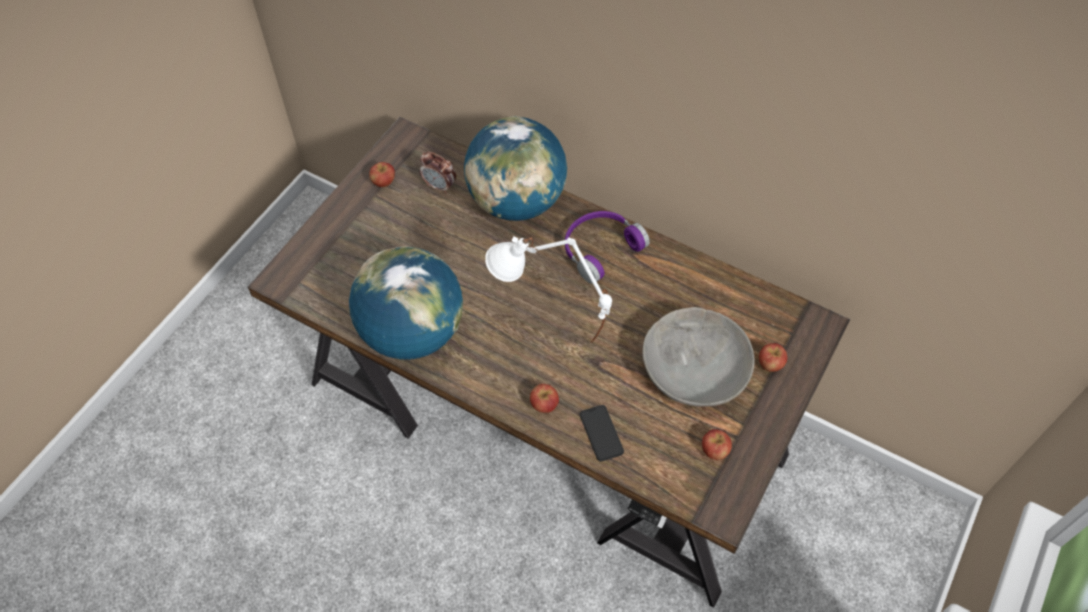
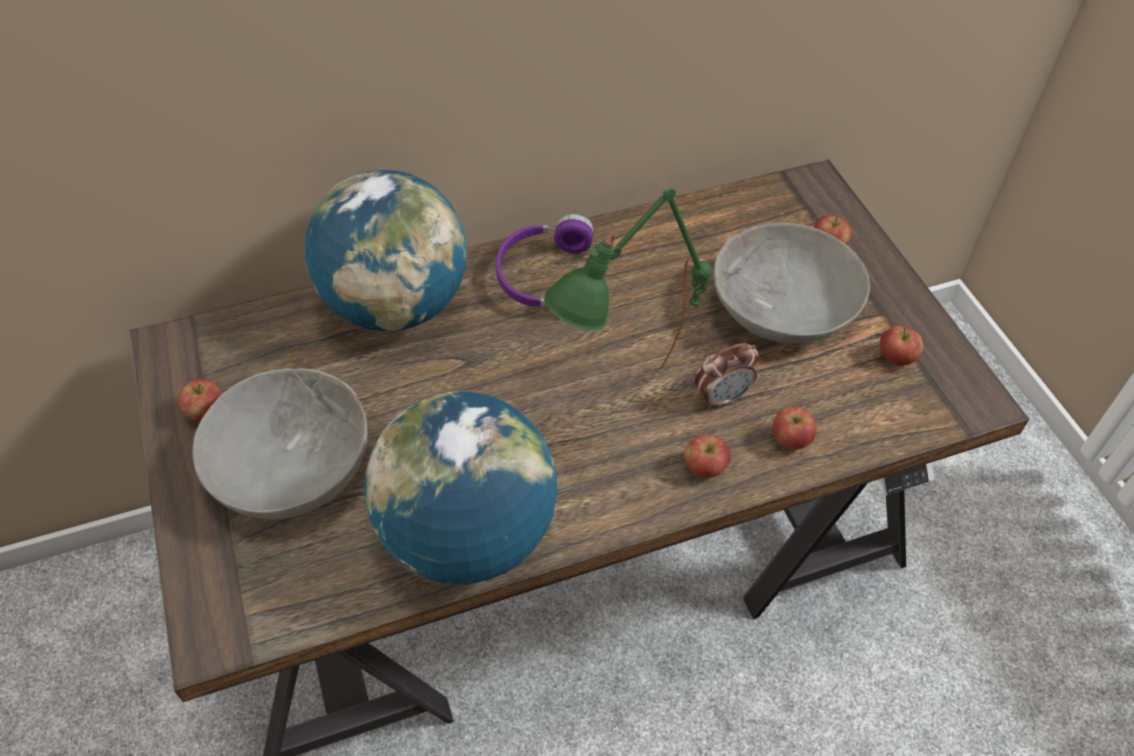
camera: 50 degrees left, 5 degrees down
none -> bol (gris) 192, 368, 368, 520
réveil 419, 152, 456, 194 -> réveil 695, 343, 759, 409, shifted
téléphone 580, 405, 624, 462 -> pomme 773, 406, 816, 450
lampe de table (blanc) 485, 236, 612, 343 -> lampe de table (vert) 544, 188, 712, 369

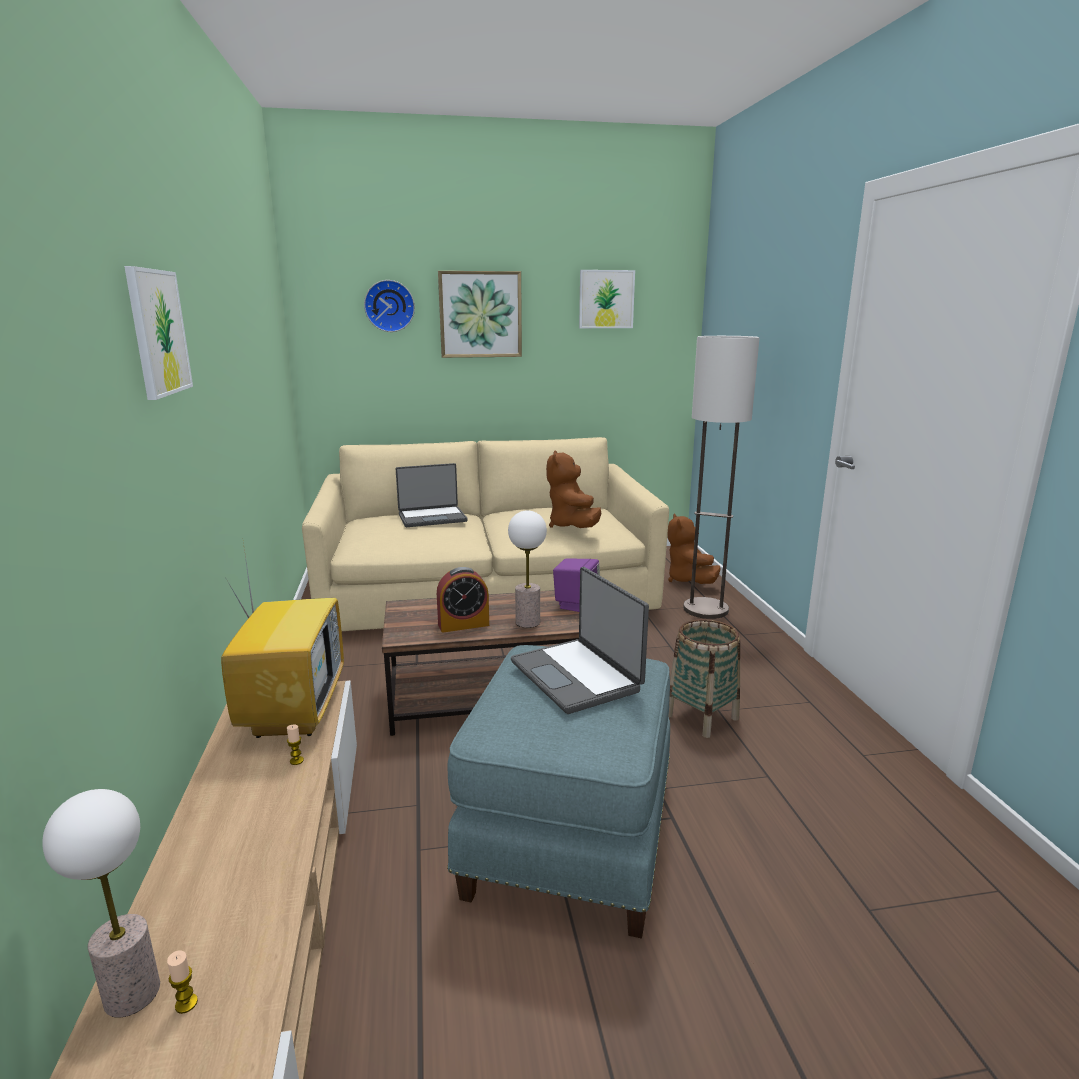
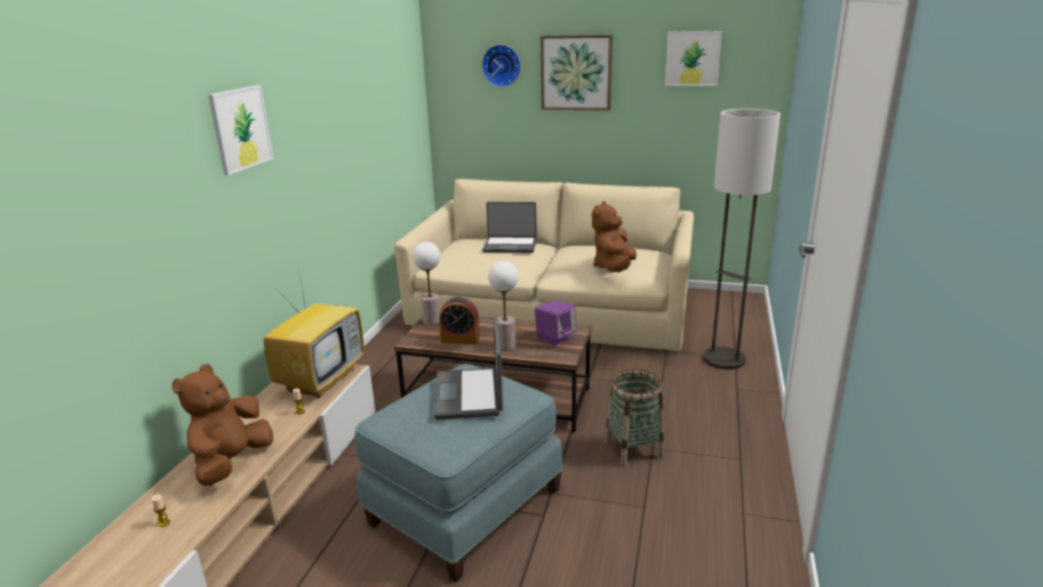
camera: 25 degrees right, 5 degrees up
lampe de table 42, 789, 160, 1018 -> lampe de table 412, 242, 440, 325, shifted
peluche (marron) 667, 513, 721, 584 -> peluche (marron) 172, 364, 273, 486, shifted

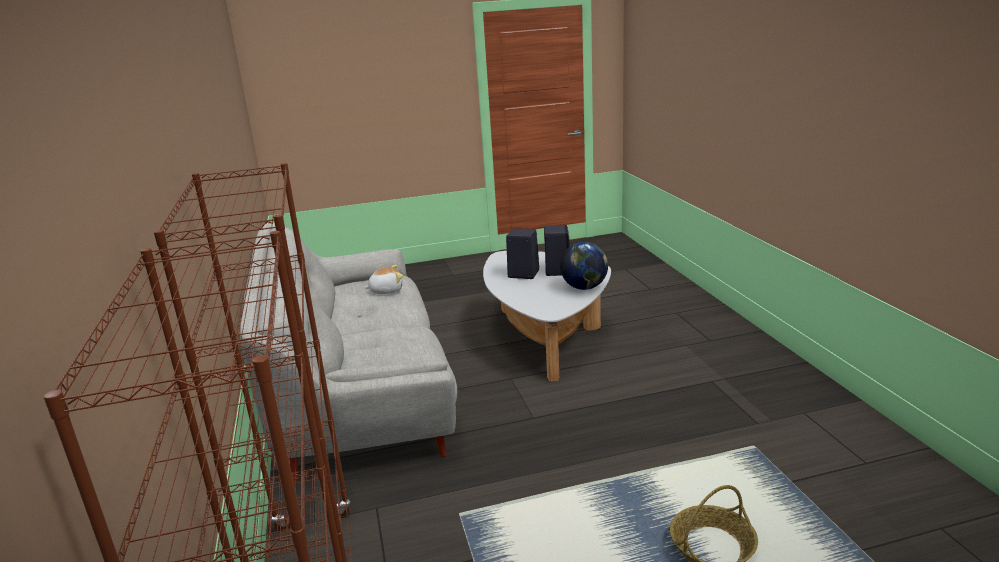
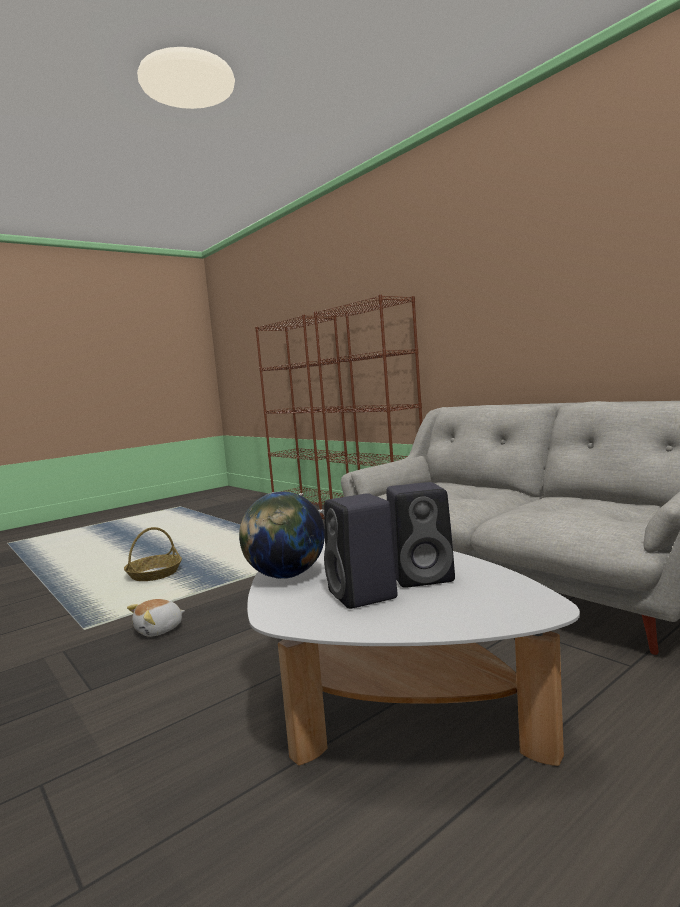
camera: 155 degrees right, 15 degrees down
peluche 364, 265, 403, 294 -> peluche 127, 599, 185, 637, shifted

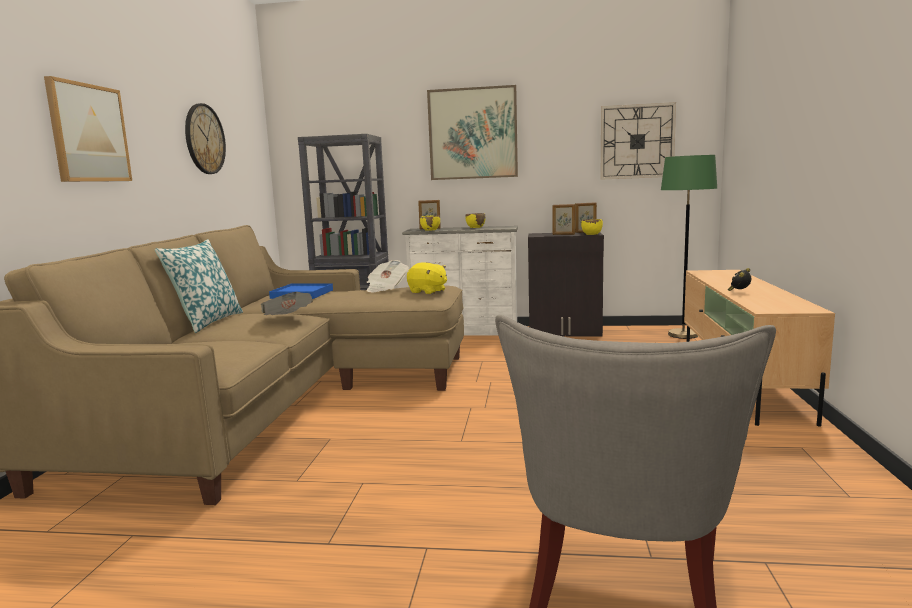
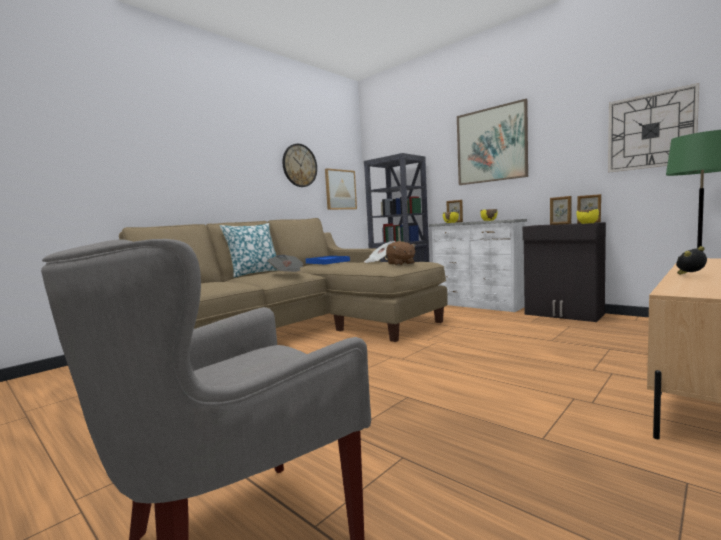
camera: 35 degrees right, 5 degrees down
tableau 44, 76, 132, 182 -> tableau 325, 168, 357, 210, shifted
peluche (jaune) 407, 263, 447, 294 -> peluche (marron) 386, 241, 416, 265

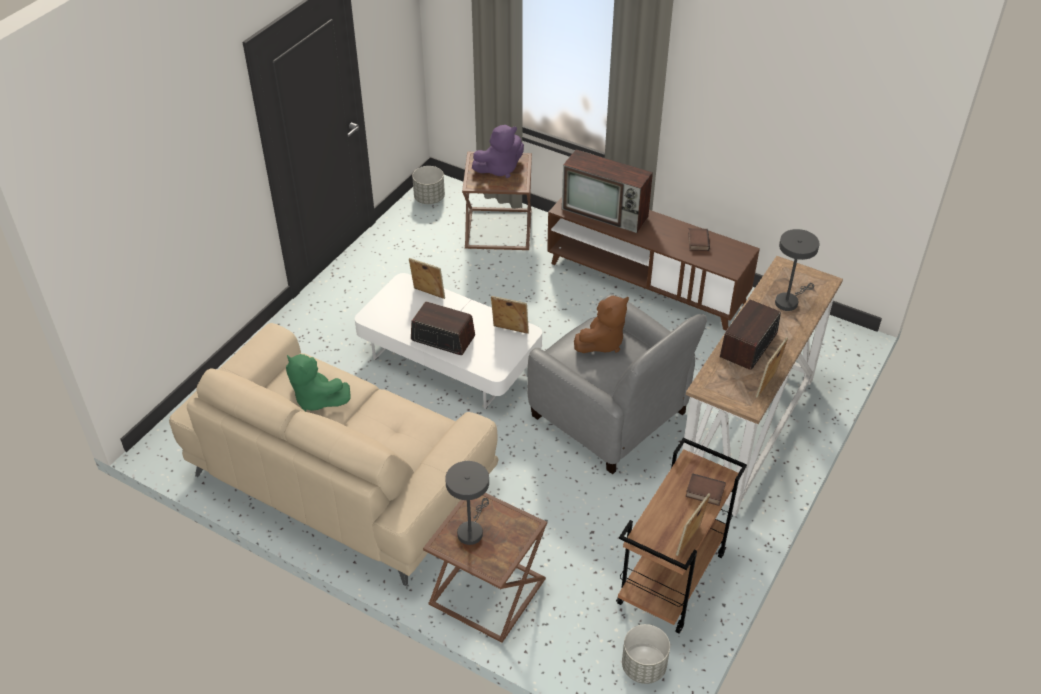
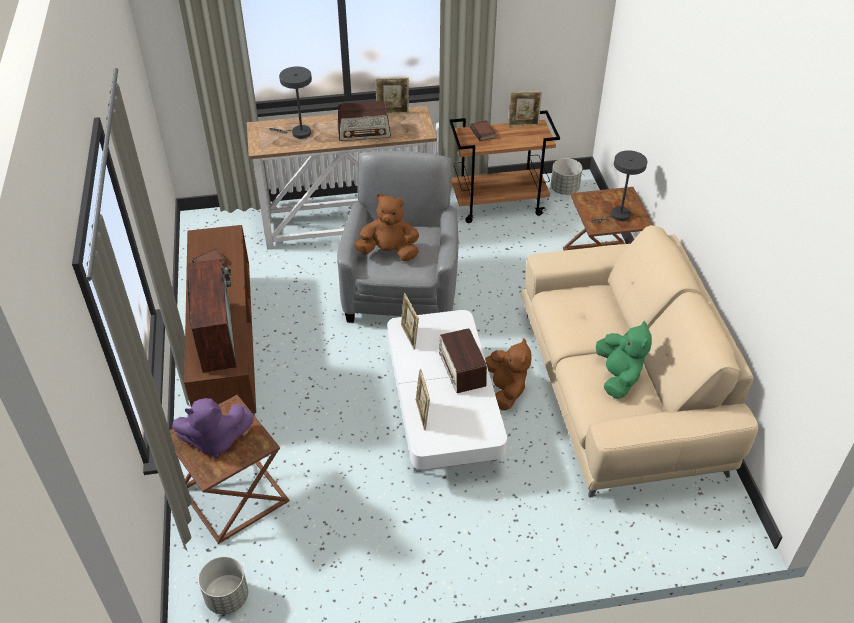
camera: 130 degrees left, 0 degrees up
none -> peluche (marron) 485, 338, 532, 411
peluche (violet) 472, 125, 524, 178 -> peluche (violet) 172, 398, 254, 459, 150 degrees clockwise

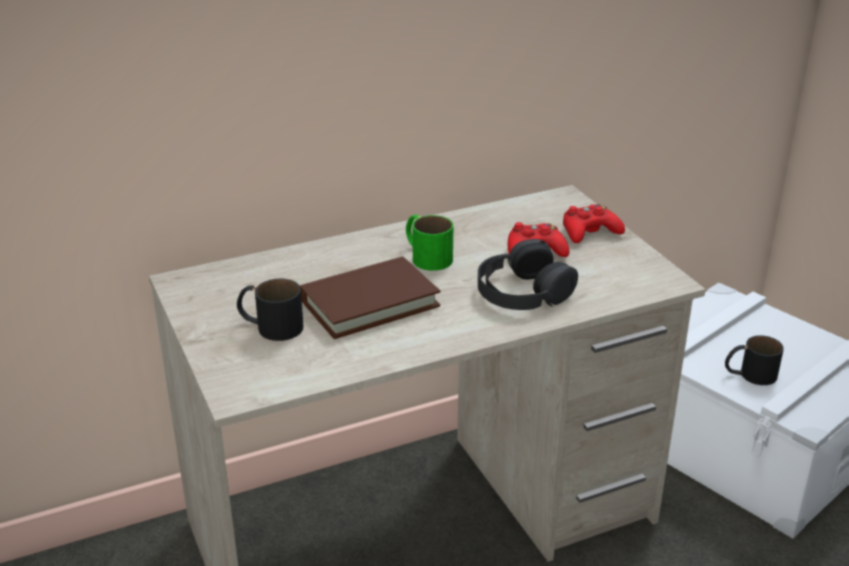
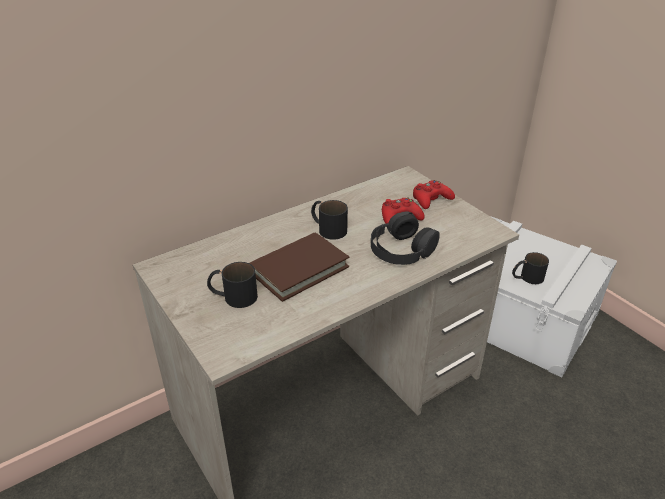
camera: 10 degrees left, 5 degrees up
mug (vert) 406, 215, 453, 271 -> mug (noir) 311, 200, 348, 240

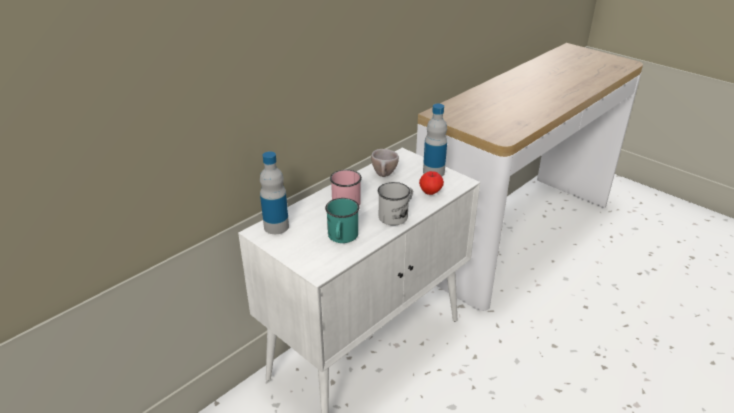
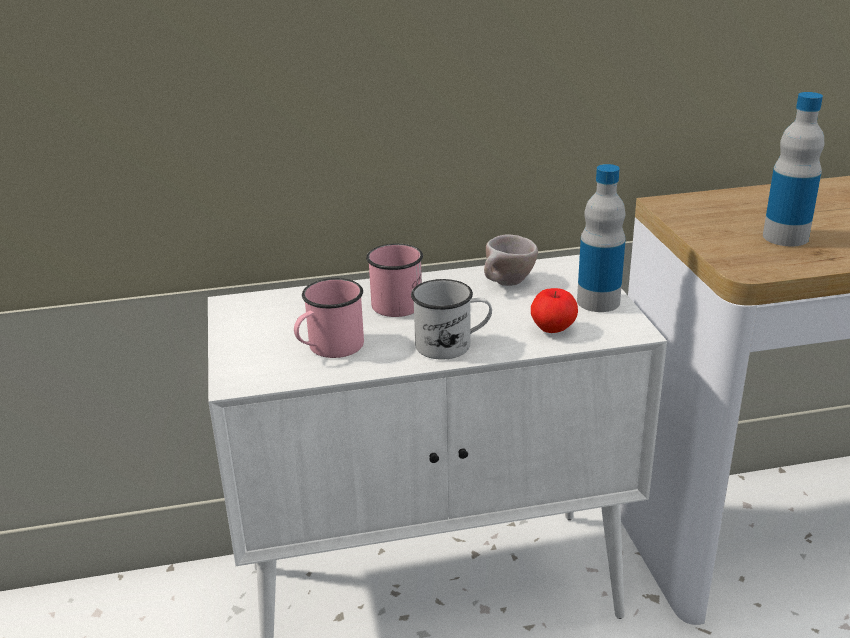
camera: 35 degrees right, 5 degrees down
bouteille 260, 151, 289, 234 -> bouteille 763, 92, 824, 246, shifted
mug (turquoise) 325, 198, 359, 243 -> mug (rose) 294, 278, 364, 358

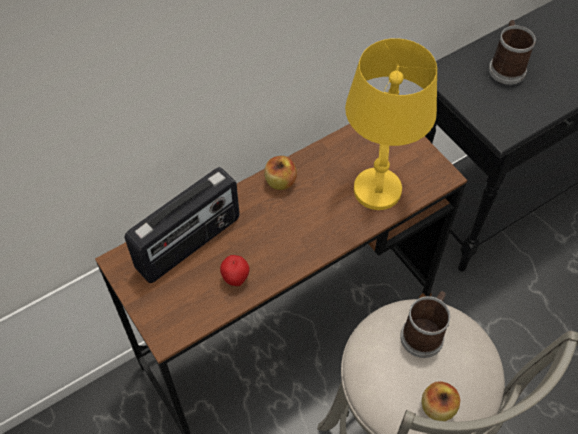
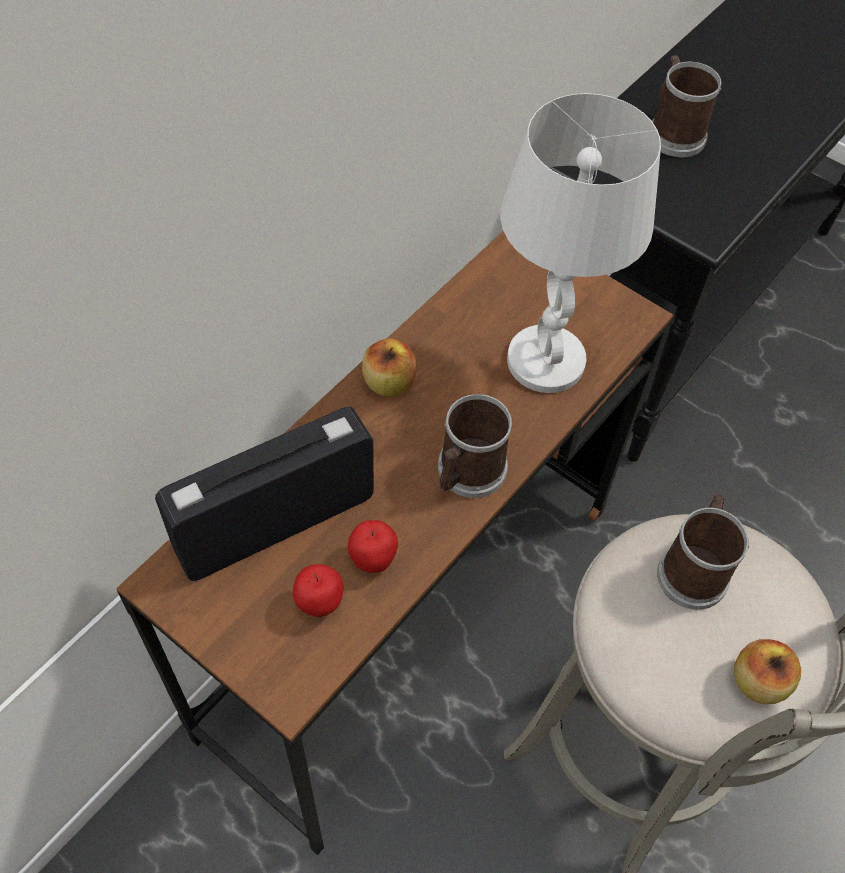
camera: 20 degrees left, 0 degrees up
none -> pomme 293, 564, 343, 617
none -> mug 438, 394, 512, 498
lampe de table (jaune) 345, 38, 437, 210 -> lampe de table (blanc) 500, 93, 661, 393
radio 125, 167, 240, 283 -> radio 155, 407, 374, 581, 150 degrees counterclockwise

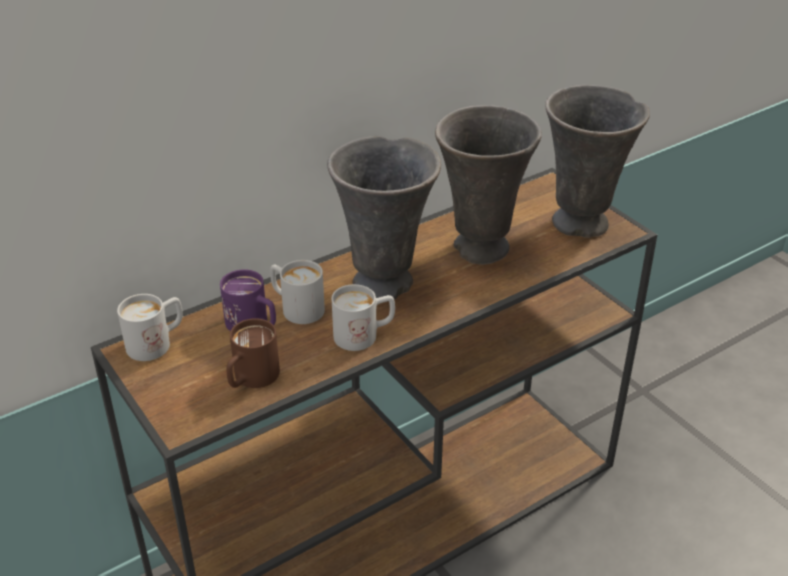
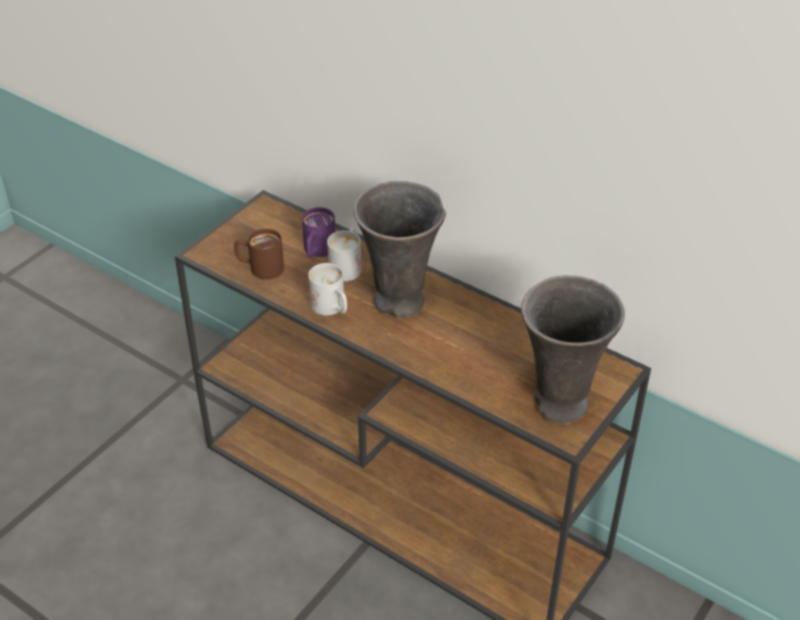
camera: 70 degrees right, 5 degrees up
mug (blanc) 117, 294, 183, 361 -> none
vase (gris) 435, 105, 542, 265 -> none

